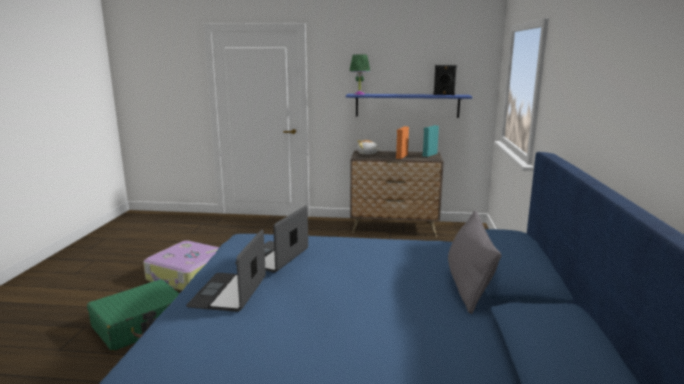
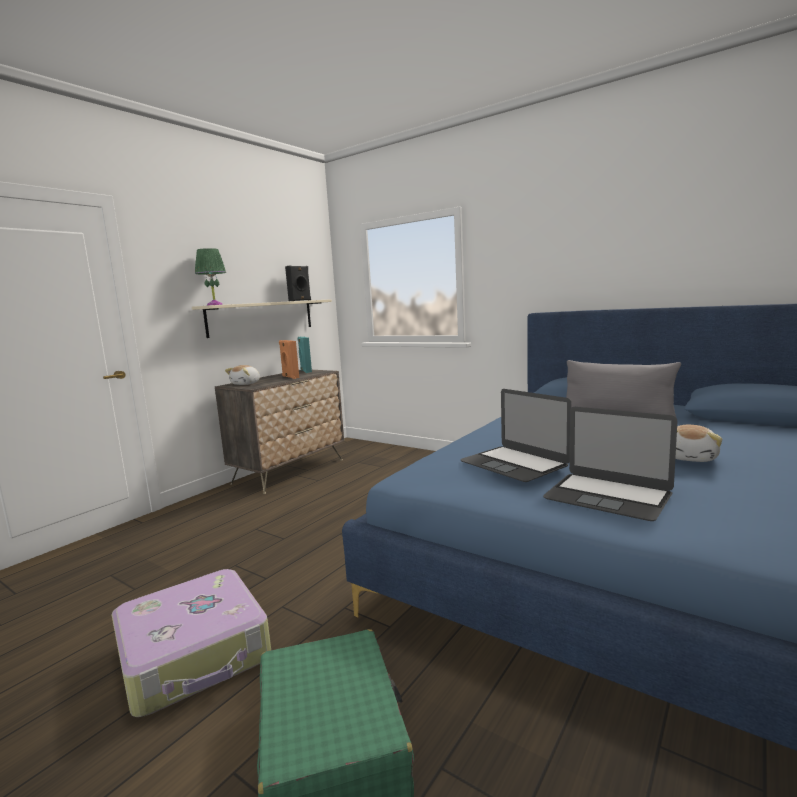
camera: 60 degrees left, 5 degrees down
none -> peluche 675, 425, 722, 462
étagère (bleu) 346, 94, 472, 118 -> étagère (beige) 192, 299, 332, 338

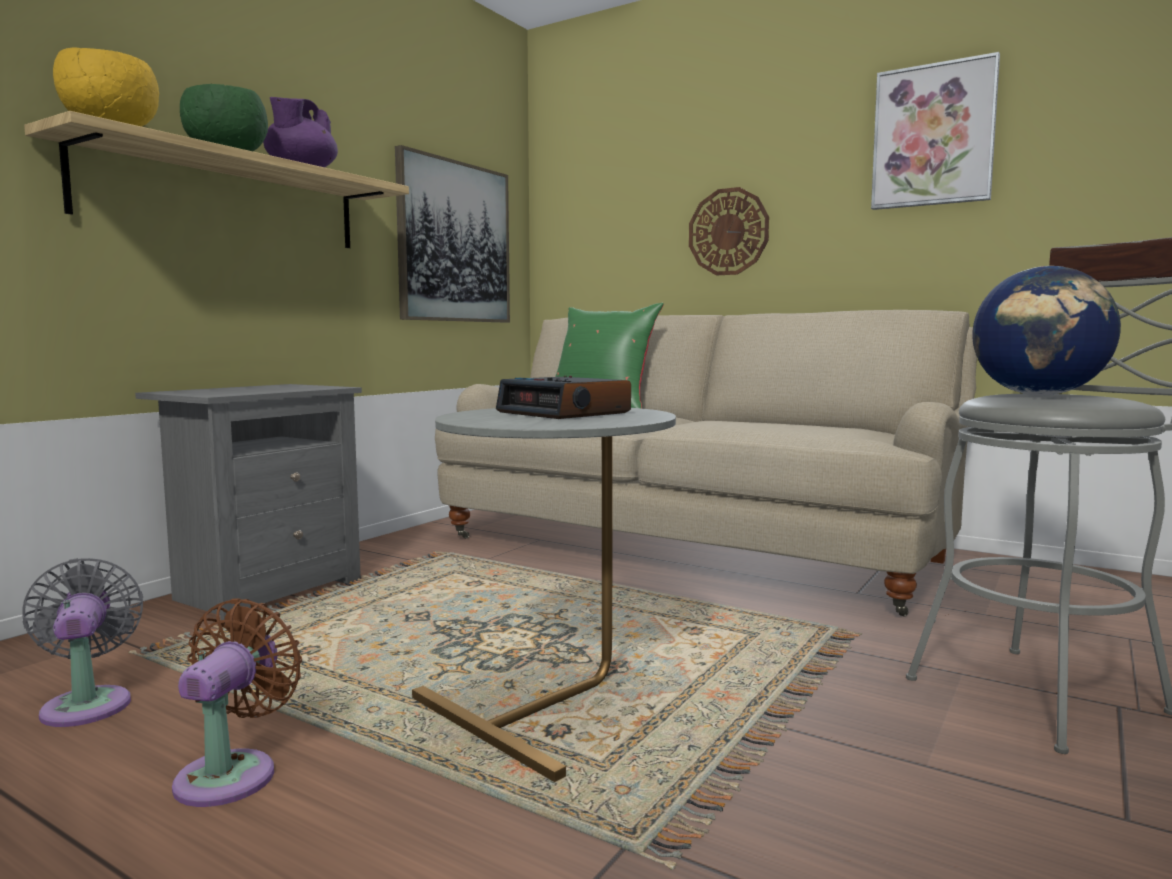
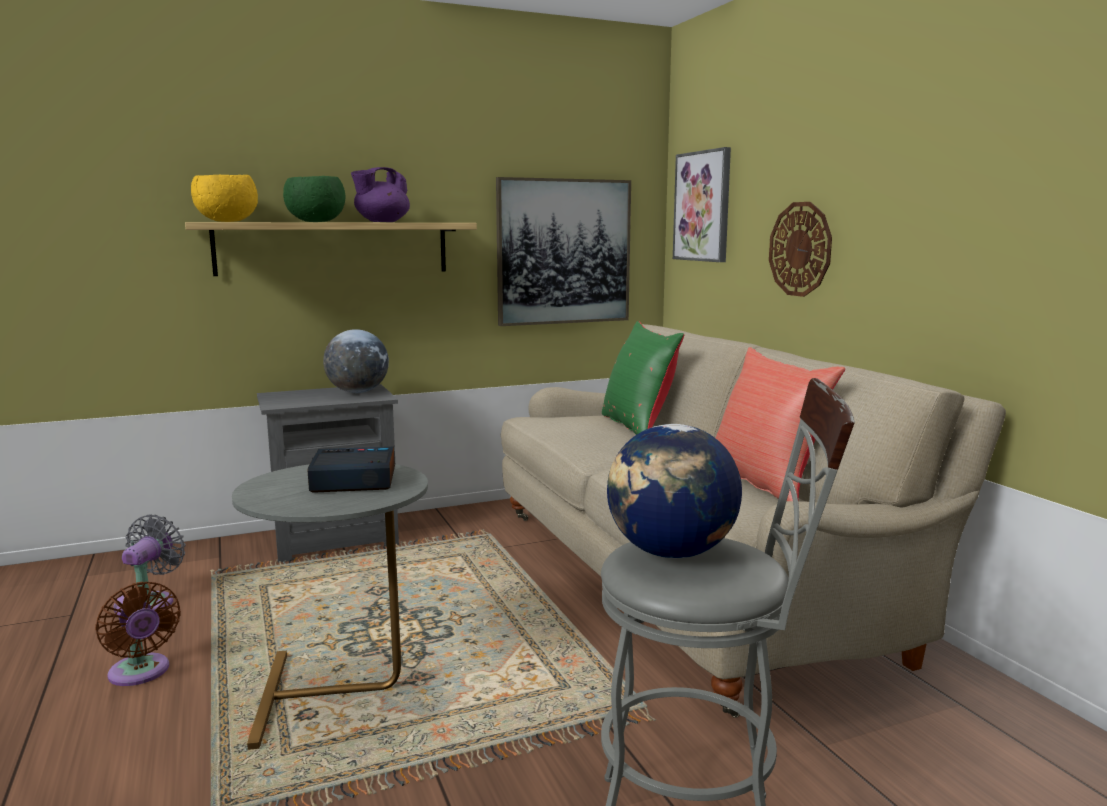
camera: 35 degrees right, 5 degrees up
none -> globe 323, 329, 389, 393
none -> coussin (rouge) 716, 347, 845, 501
tableau 871, 52, 1000, 210 -> tableau 673, 147, 731, 262, shifted
ventilateur (marron) 172, 599, 302, 807 -> ventilateur (marron) 95, 582, 181, 686, 90 degrees clockwise
réveil 496, 375, 631, 419 -> réveil 308, 447, 395, 493, 90 degrees clockwise

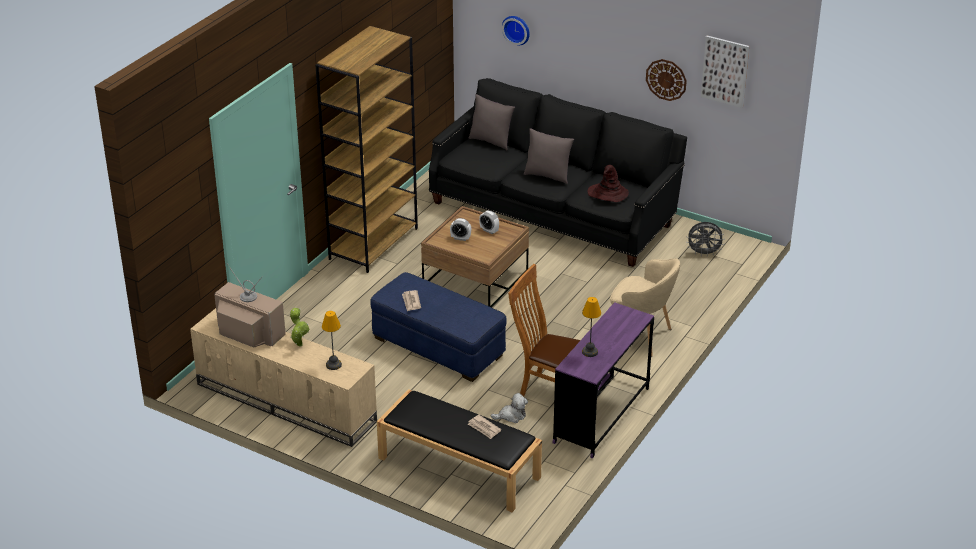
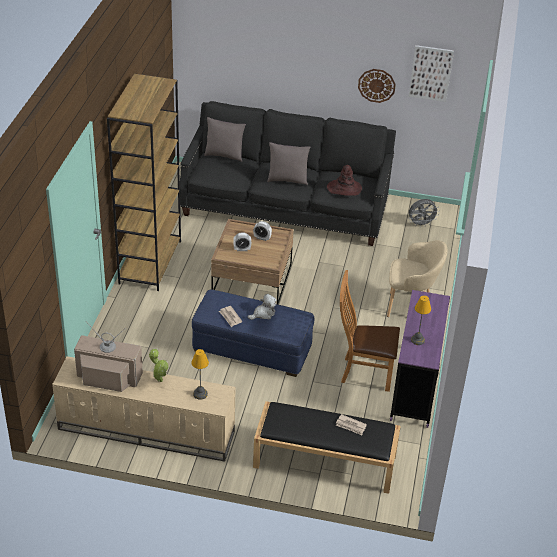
camera: 20 degrees left, 5 degrees up
horloge murale 502, 16, 530, 46 -> none
peluche 491, 393, 528, 423 -> peluche 248, 294, 276, 320, shifted

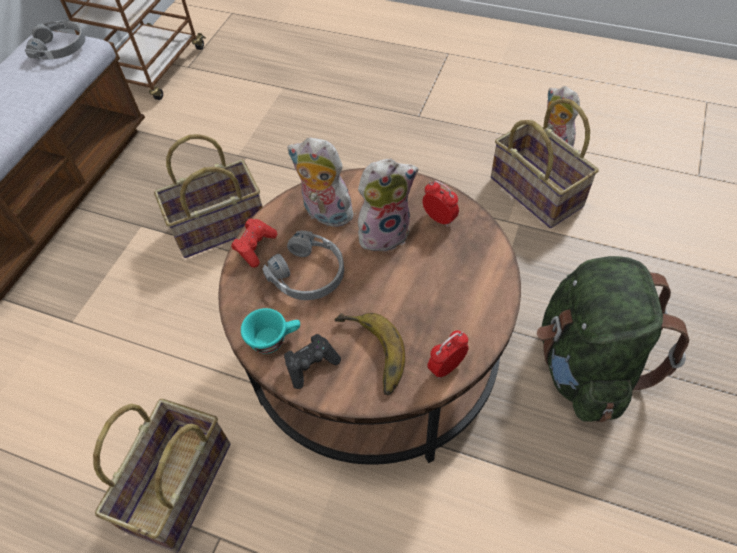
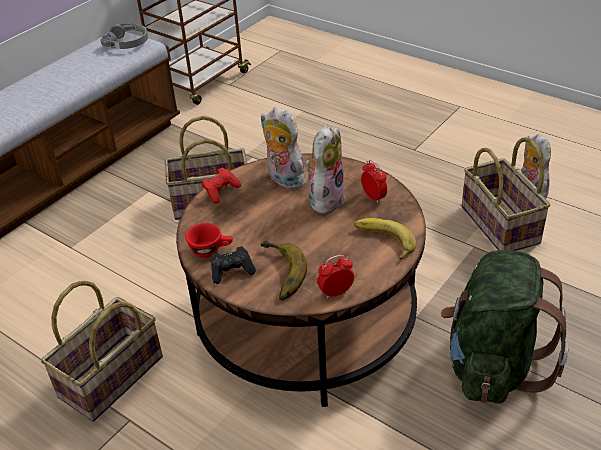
camera: 15 degrees right, 15 degrees down
casque audio (gris) 262, 230, 344, 300 -> none
none -> banane 354, 218, 416, 260
tasse (turquoise) 241, 308, 300, 354 -> tasse (rouge) 185, 223, 233, 258
peluche 358, 158, 418, 255 -> peluche 305, 125, 345, 214, 60 degrees counterclockwise

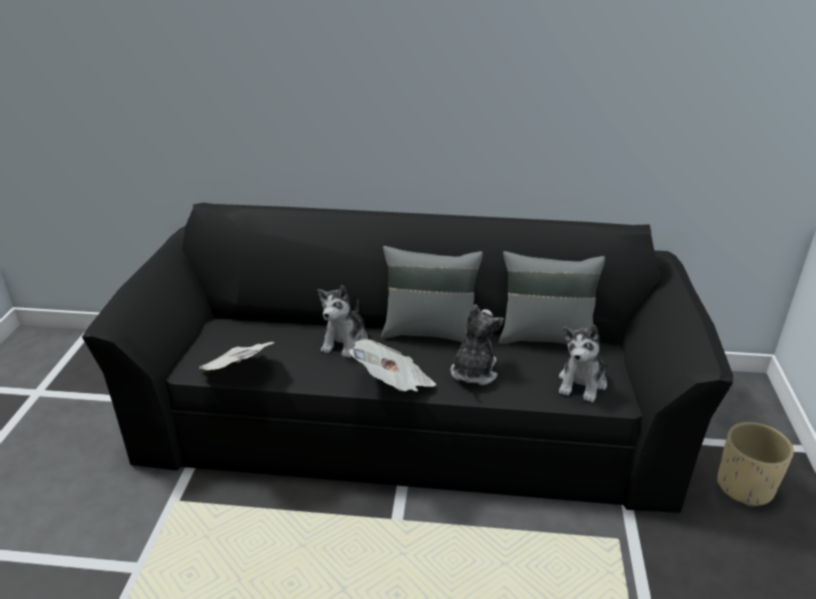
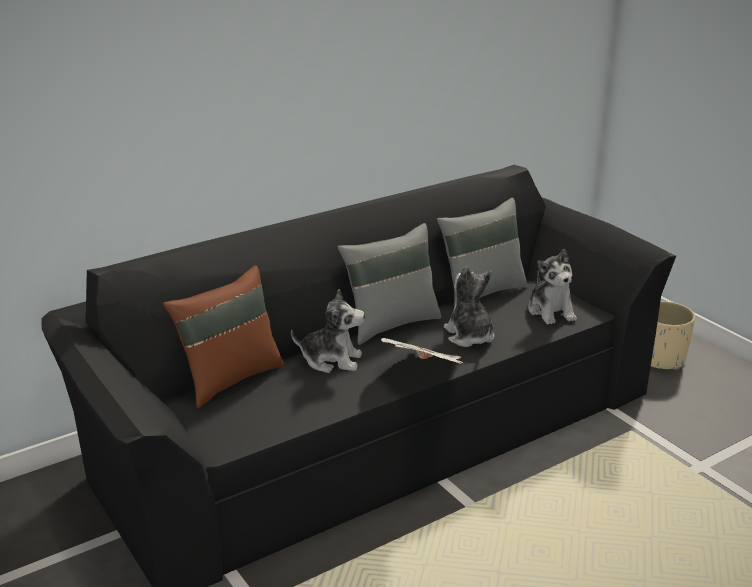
camera: 40 degrees left, 5 degrees down
journal 199, 342, 274, 370 -> none
none -> coussin (marron) 163, 266, 284, 408
peluche 318, 285, 368, 358 -> peluche 291, 289, 365, 373, 60 degrees counterclockwise

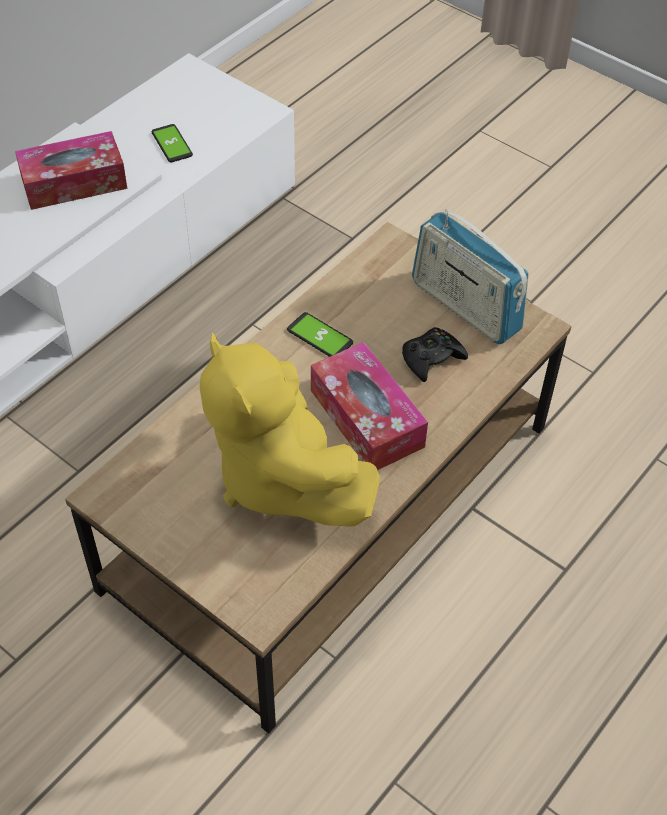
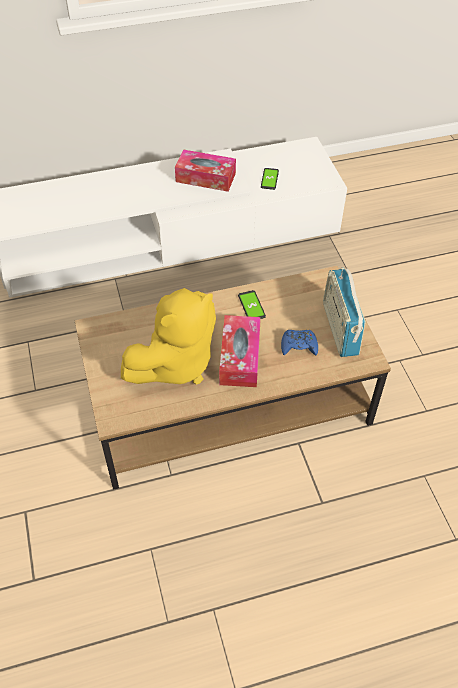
camera: 35 degrees right, 0 degrees up
manette (noir) 402, 327, 468, 382 -> manette (bleu) 281, 330, 318, 355
peluche (jaune) 200, 333, 380, 527 -> peluche (jaune) 121, 288, 216, 385, 135 degrees counterclockwise

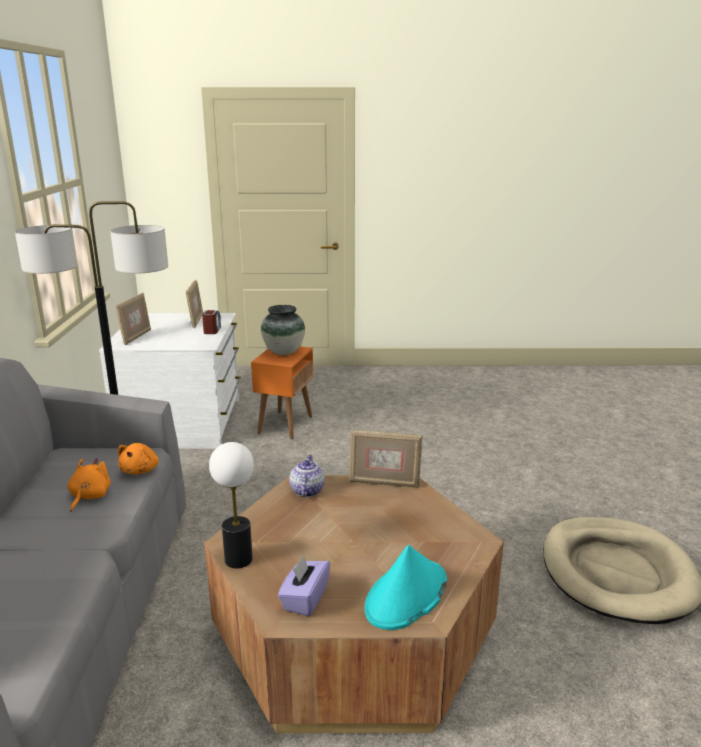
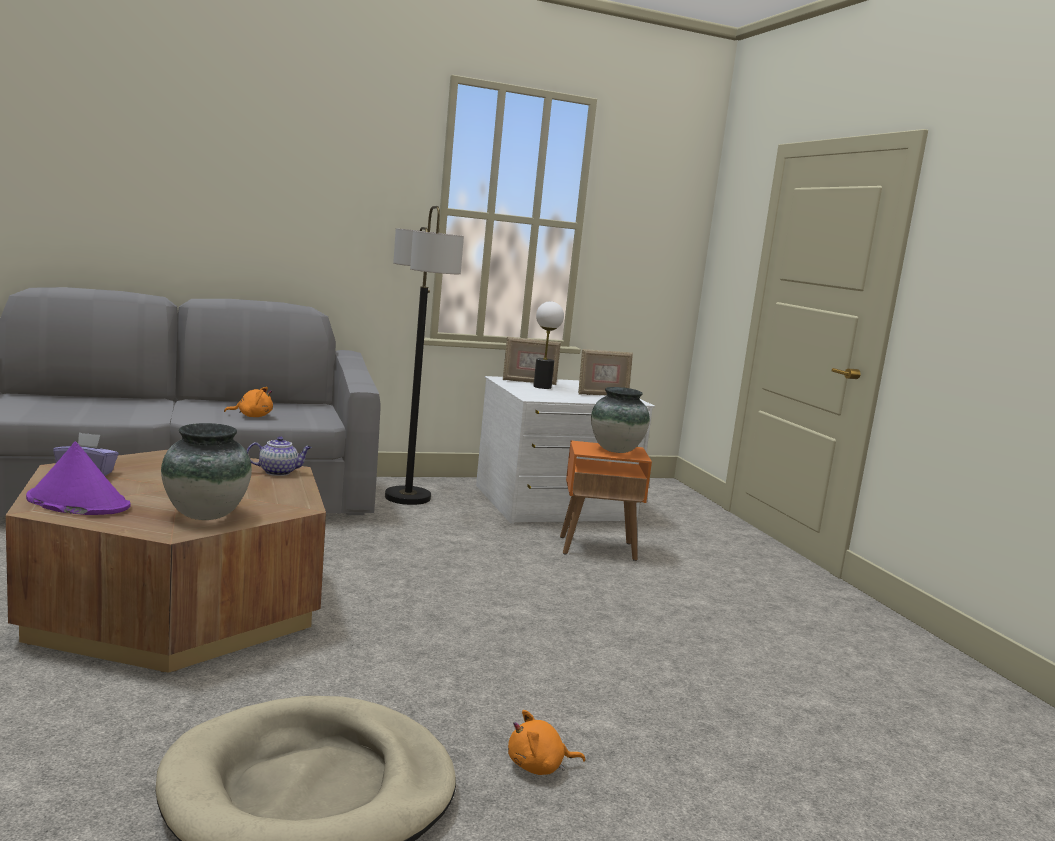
camera: 70 degrees right, 10 degrees down
réveil 202, 310, 221, 334 -> none
cadre photo 349, 429, 422, 488 -> none
none -> vase 161, 423, 252, 520
peluche (orange) 118, 443, 159, 475 -> peluche (orange) 508, 710, 586, 775, shifted
lampe de table 209, 442, 254, 568 -> lampe de table 533, 301, 564, 389, shifted
chapeau (turquoise) 364, 545, 447, 630 -> chapeau (violet) 26, 442, 131, 515

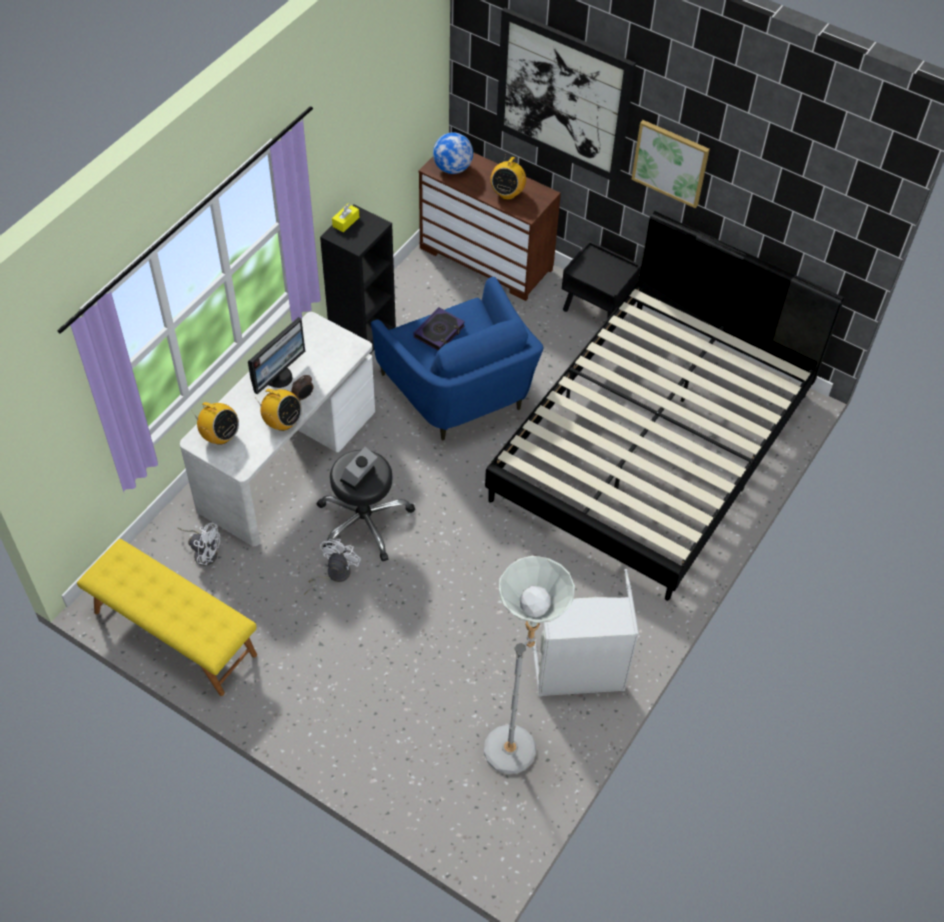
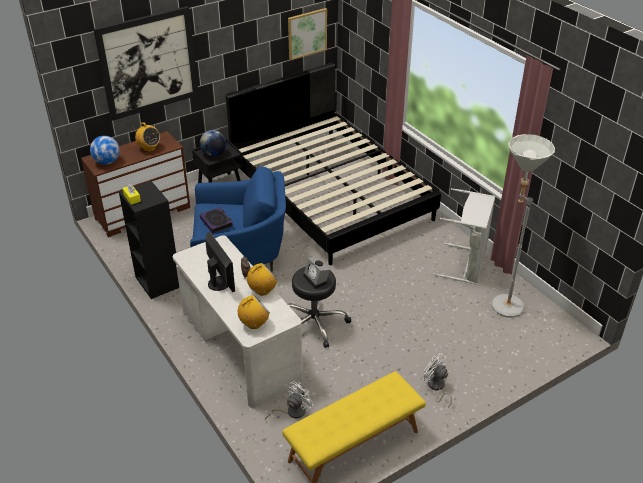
camera: 65 degrees left, 15 degrees down
none -> globe 200, 130, 226, 156
ventilateur (blanc) 304, 539, 361, 595 -> ventilateur (blanc) 423, 353, 452, 408, shifted
tableau 631, 120, 710, 208 -> tableau 288, 8, 327, 60, shifted

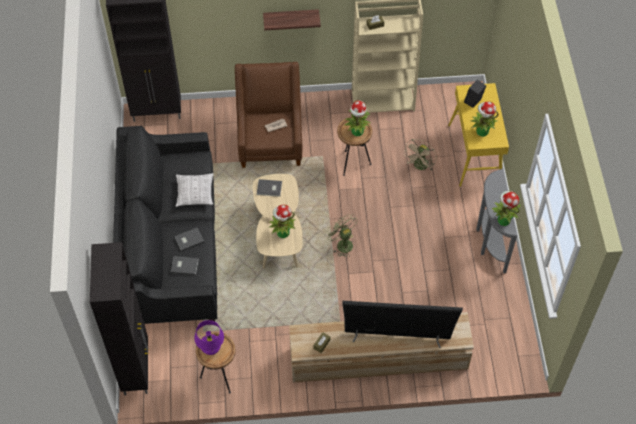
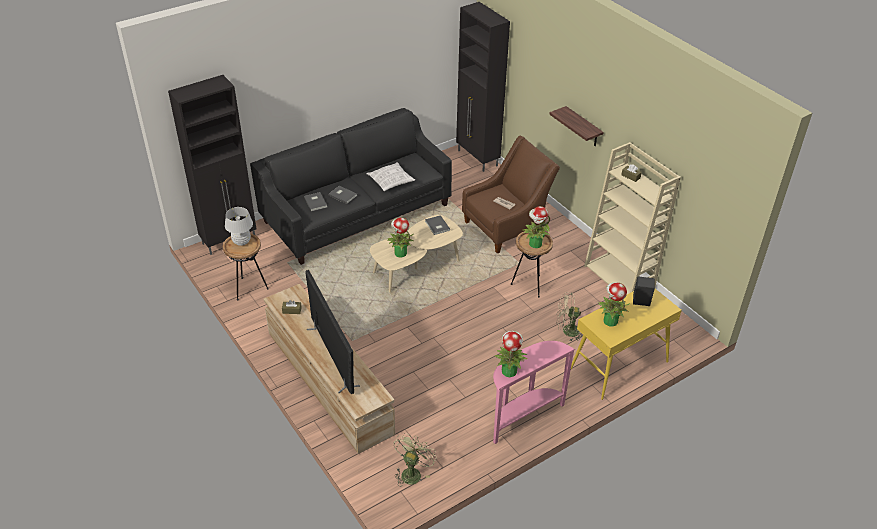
camera: 60 degrees right, 15 degrees down
ventilateur (vert) 325, 214, 358, 258 -> ventilateur (vert) 394, 433, 437, 487, shifted
lampe de table (violet) 194, 320, 224, 355 -> lampe de table (blanc) 225, 207, 253, 246
table console (gris) 476, 169, 518, 273 -> table console (rose) 493, 341, 575, 444

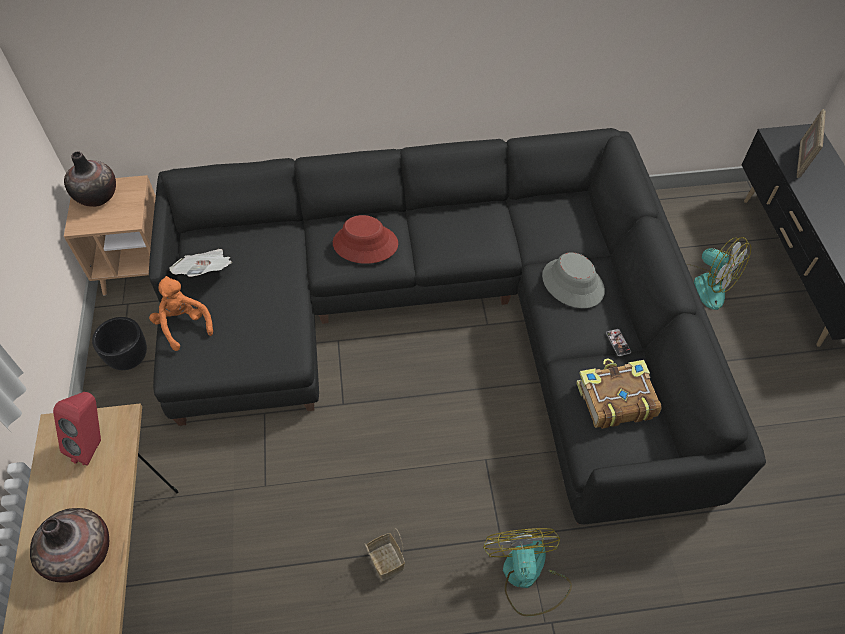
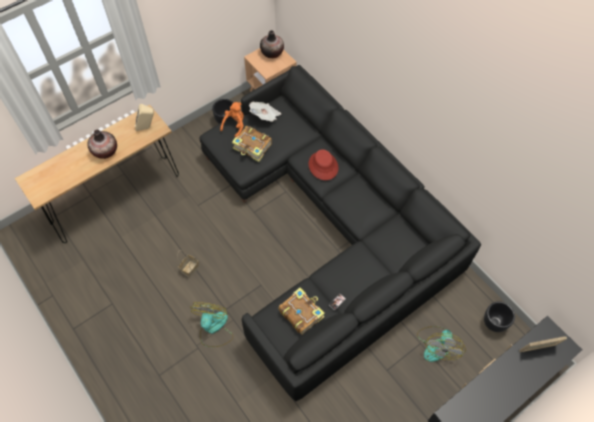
camera: 60 degrees right, 5 degrees up
chapeau (gris) 542, 252, 605, 308 -> none
none -> livre 232, 126, 272, 162
none -> cache-pot (noir) 484, 301, 515, 332
enceinte (rouge) 53, 392, 101, 466 -> enceinte (beige) 135, 104, 154, 131
ventilateur 483, 528, 572, 617 -> ventilateur 190, 302, 233, 347, 45 degrees counterclockwise

